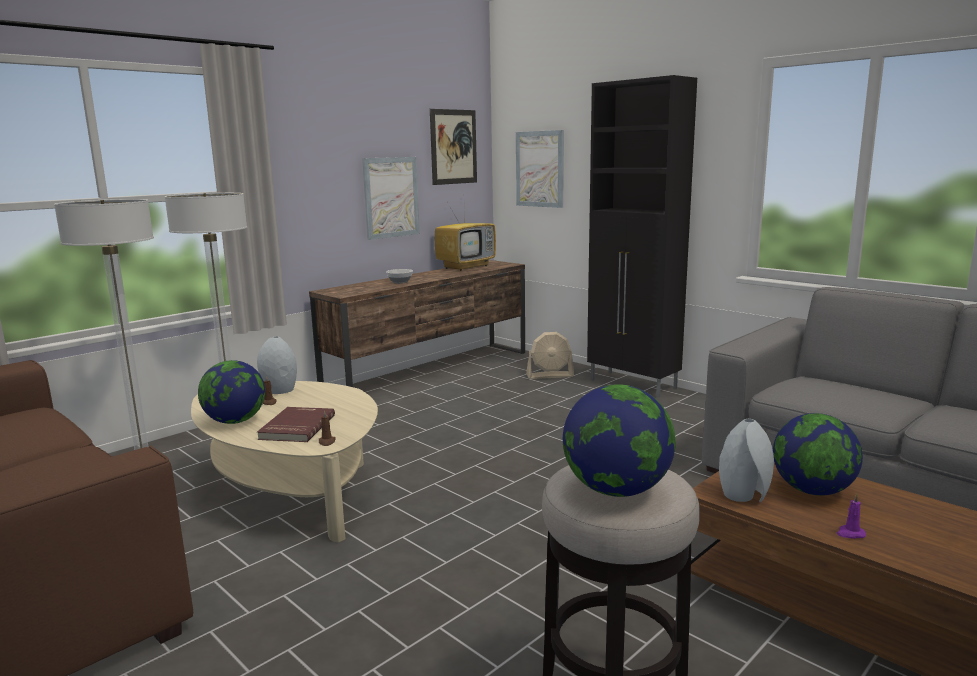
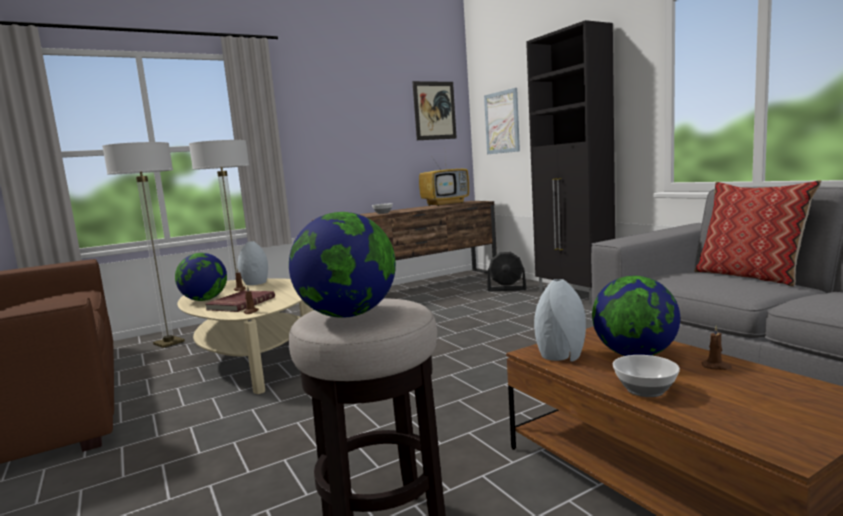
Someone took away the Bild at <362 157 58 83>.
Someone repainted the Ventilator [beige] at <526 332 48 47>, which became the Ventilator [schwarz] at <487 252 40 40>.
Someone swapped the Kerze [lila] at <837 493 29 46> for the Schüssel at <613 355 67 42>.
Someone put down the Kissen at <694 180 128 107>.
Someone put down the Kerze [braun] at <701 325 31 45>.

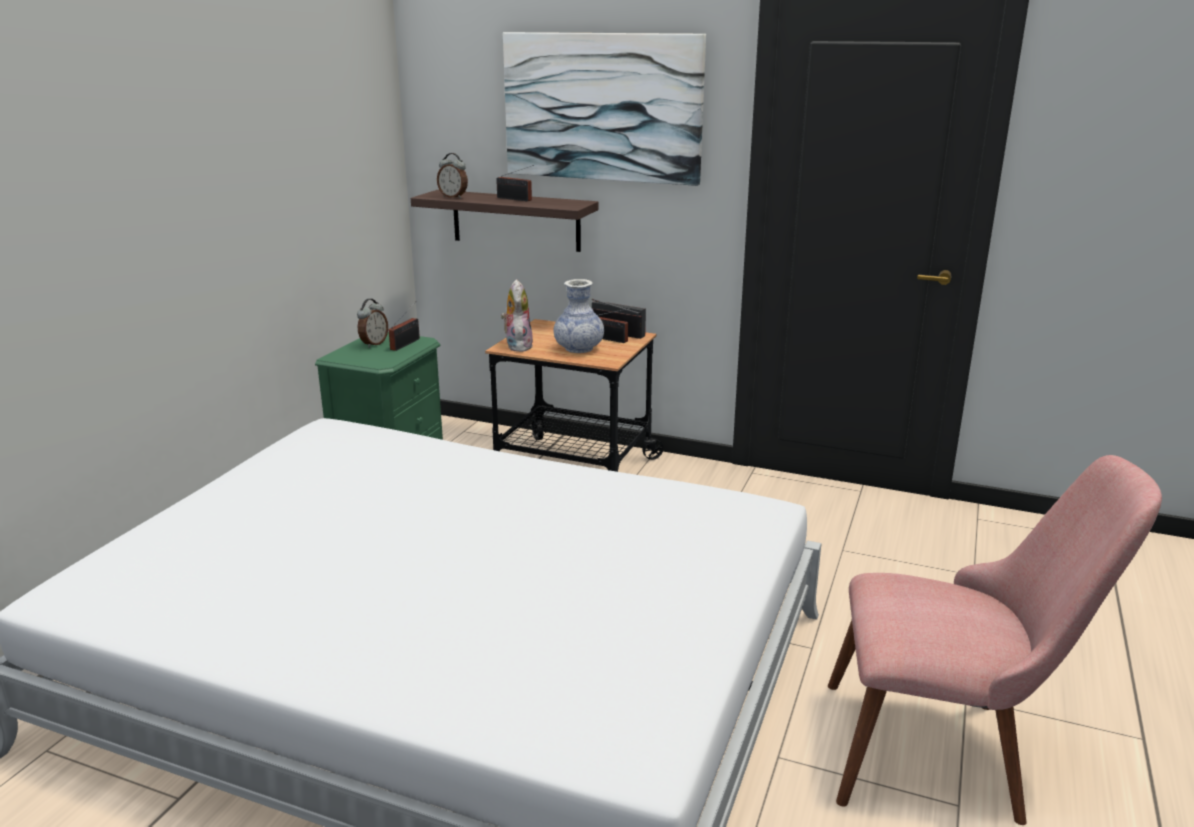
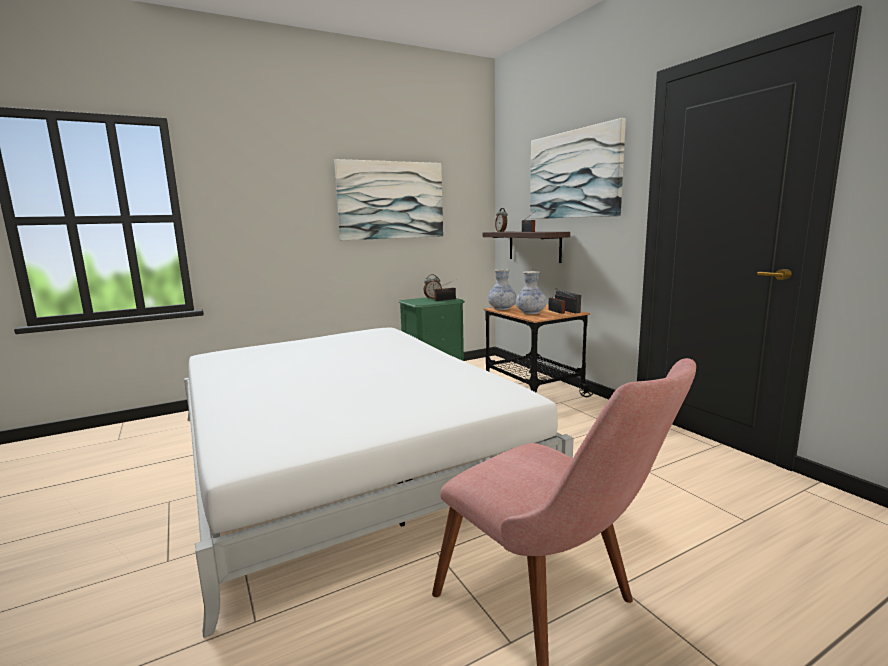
Someone swapped the Plüschtier at <501 279 32 73> for the Vase at <488 269 29 41>.
Someone put up the Bild at <334 159 109 81>.

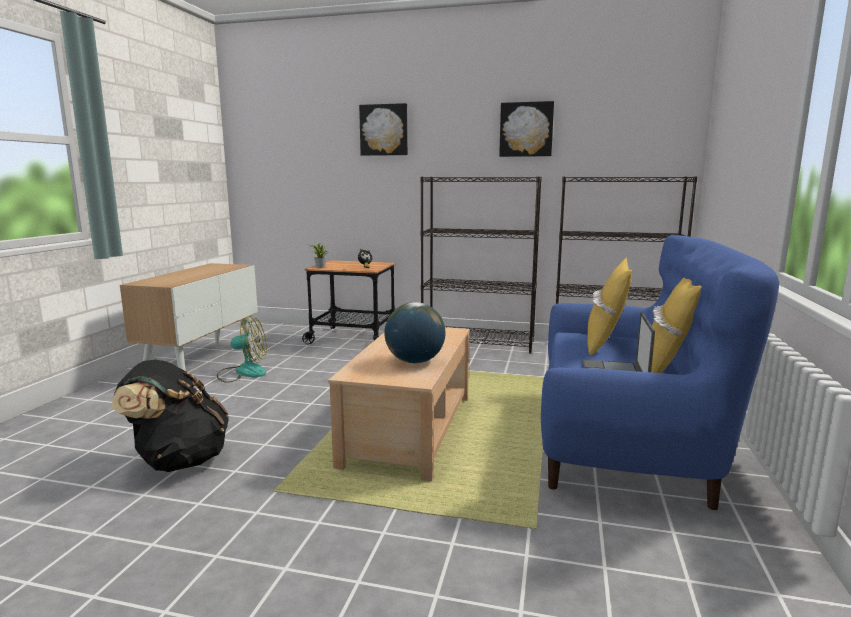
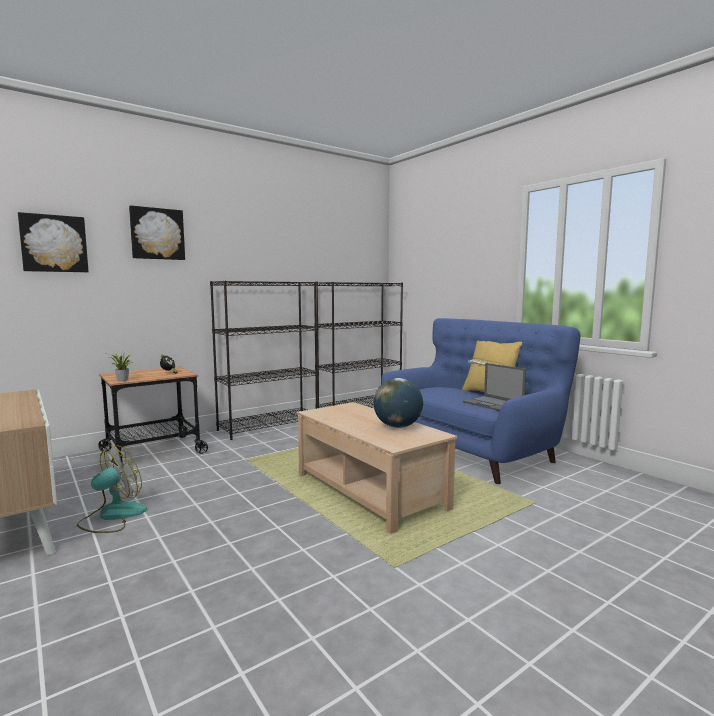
Someone took away the Rucksack [schwarz] at <112 360 117 112>.
Someone carried the Bild from <499 101 55 56> to <18 212 71 60>.
Someone took away the Kissen [gelb] at <587 258 45 98>.

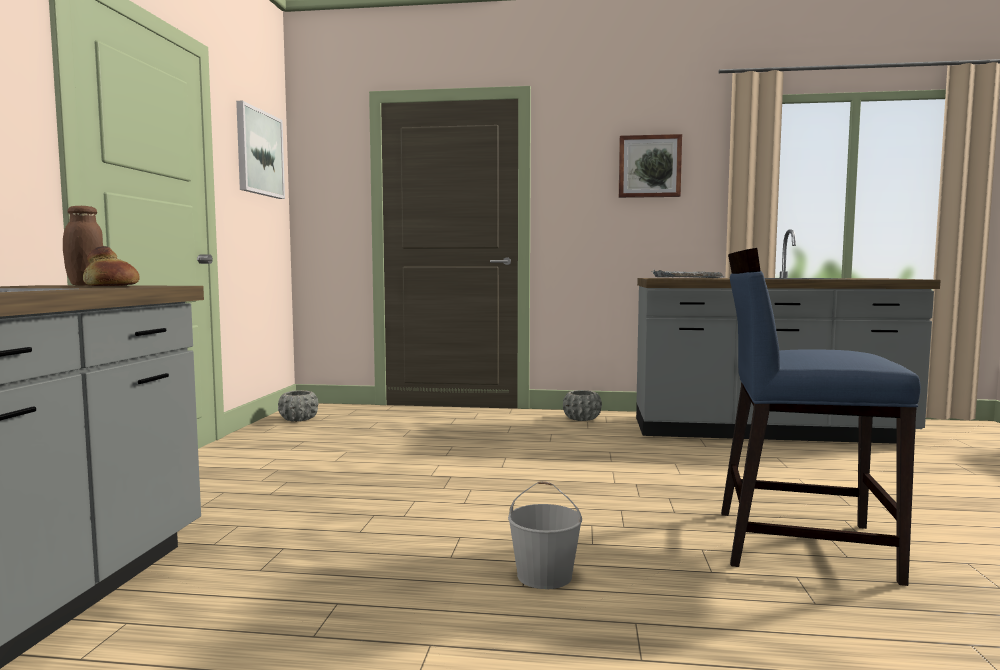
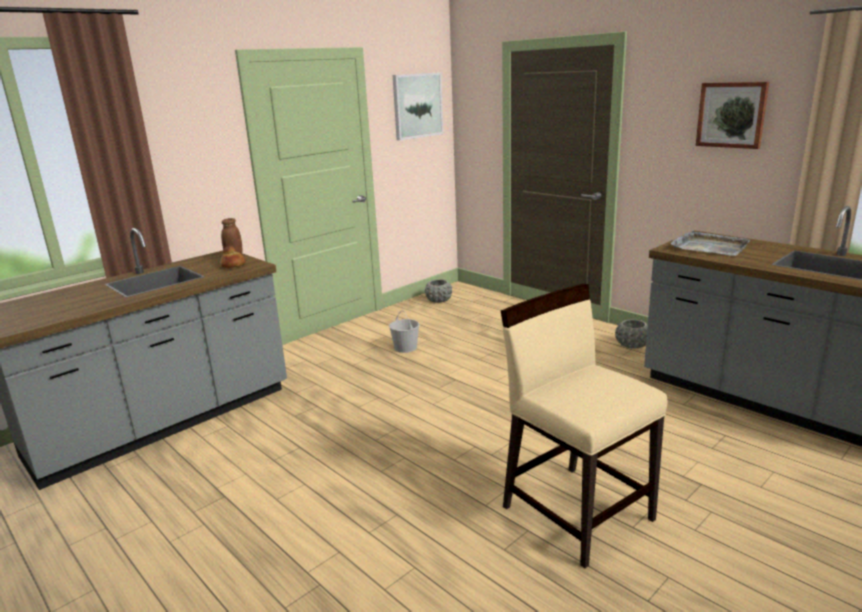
Someone carried the Eimer [weiß] from <508 481 74 108> to <389 310 31 43>.
Someone repainted the Stuhl [blau] at <721 248 200 338>, which became the Stuhl [beige] at <501 284 166 284>.

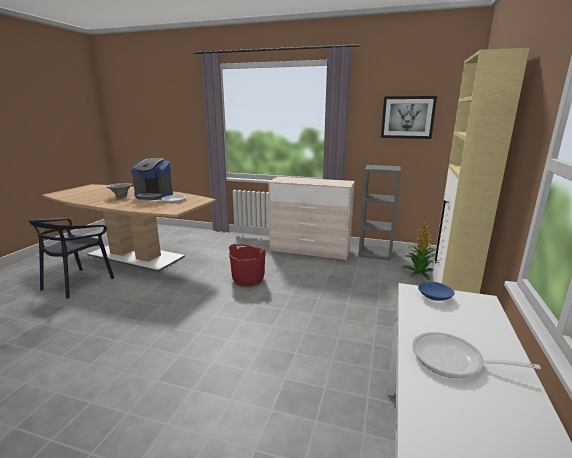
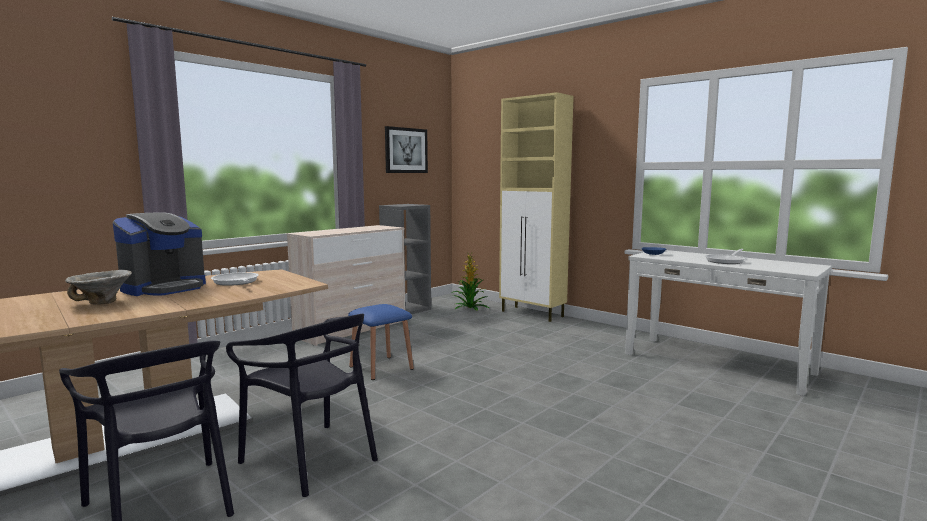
Someone swapped the Eimer [rot] at <229 243 37 43> for the Hocker [blau] at <348 304 66 76>.
Someone put down the Stuhl [schwarz] at <226 314 152 183>.

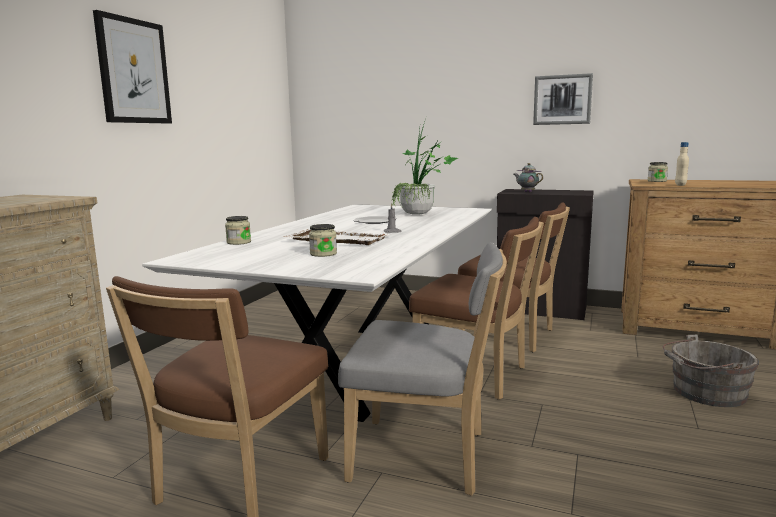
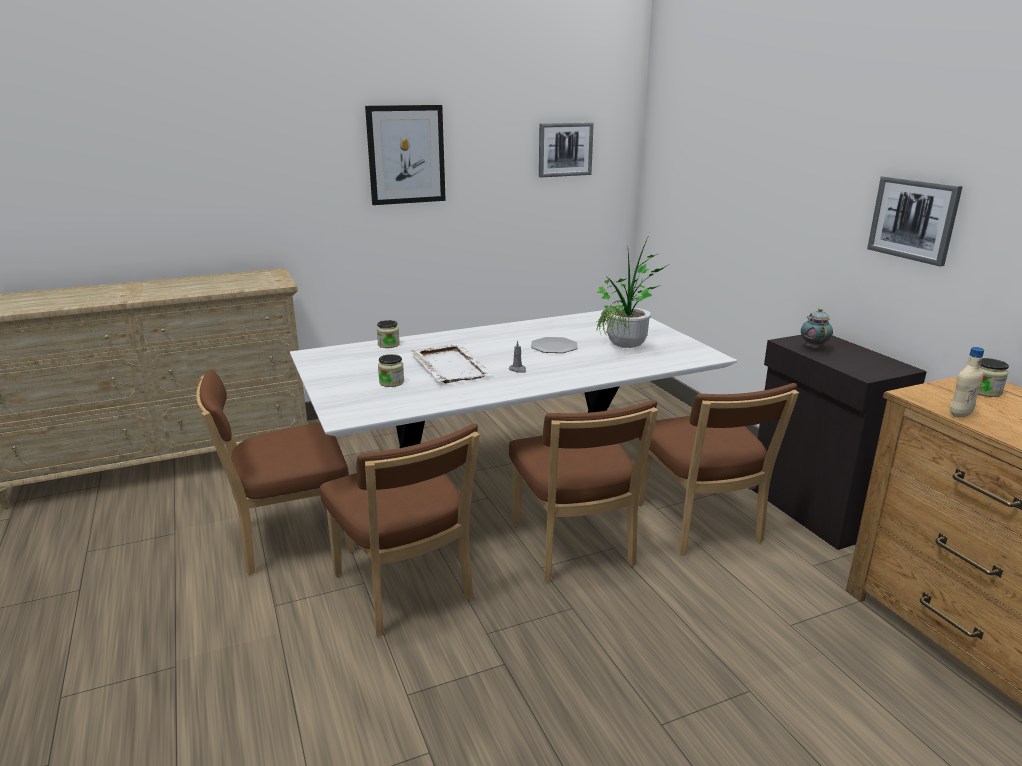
Someone repainted the Stuhl [grau] at <338 242 169 254>, which became the Stuhl [braun] at <320 424 160 212>.
Someone took away the Eimer [grau] at <663 335 96 72>.
Someone put up the Bild at <539 122 55 55>.

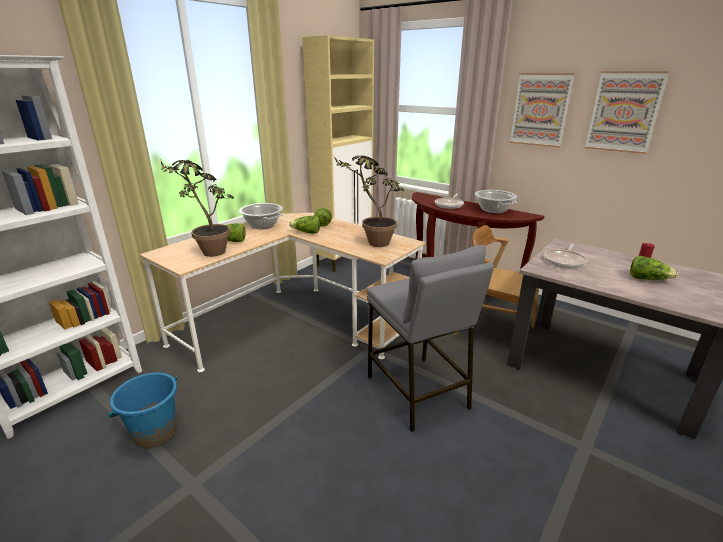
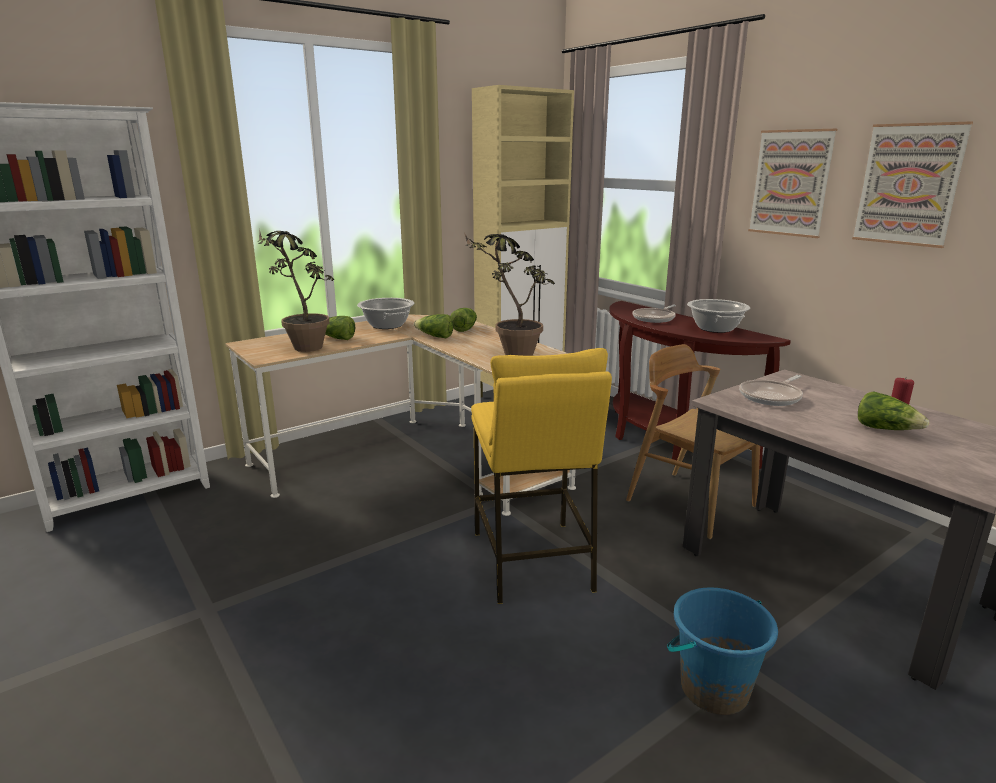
Someone carried the Eimer [blau] from <108 373 70 75> to <667 587 111 128>.
Someone repainted the Hocker [grau] at <367 245 127 187>, which became the Hocker [gelb] at <471 348 141 256>.

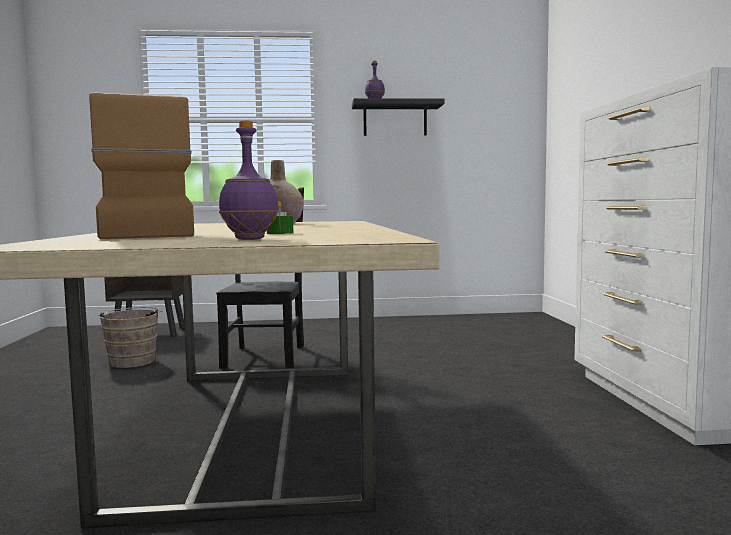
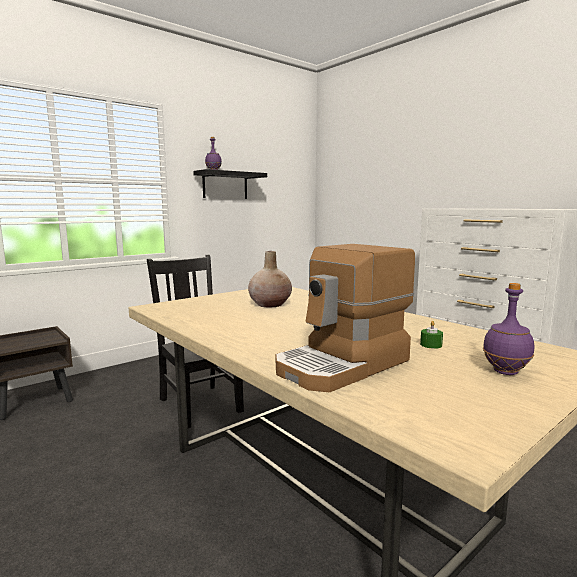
Someone rotated the Kaffeemaschine at <89 92 105 147> by 75 degrees counterclockwise.
Someone took away the Eimer [braun] at <99 307 63 61>.

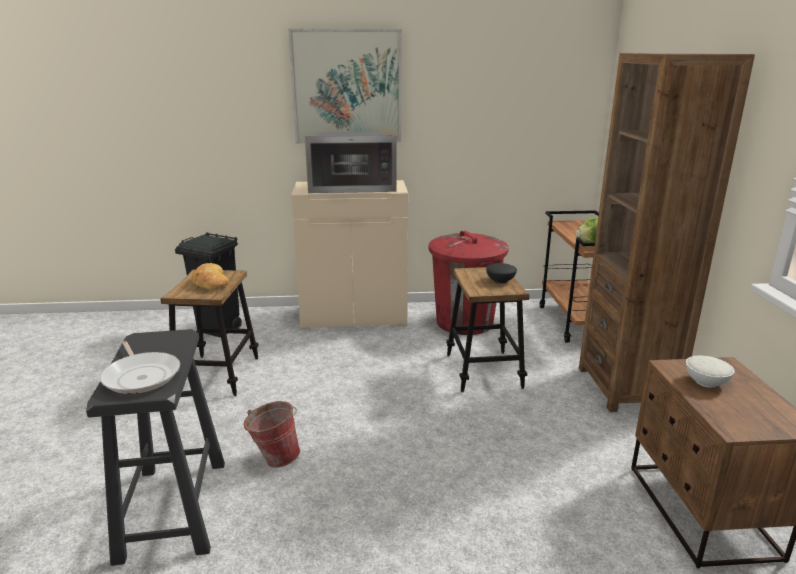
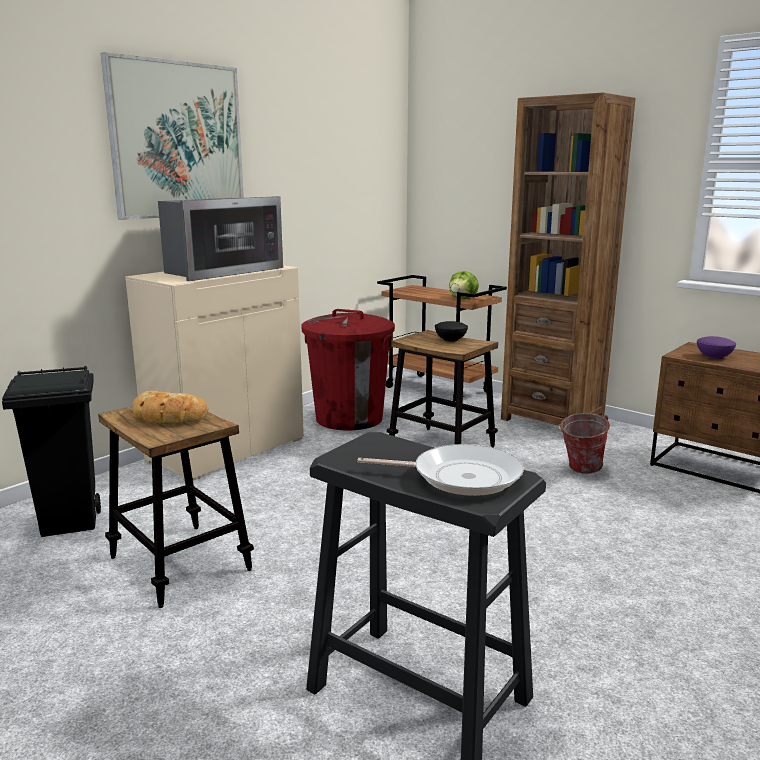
Someone carried the Eimer from <244 401 56 67> to <558 413 52 61>.
Someone repainted the Schüssel [weiß] at <686 356 49 32>, which became the Schüssel [lila] at <697 336 39 23>.

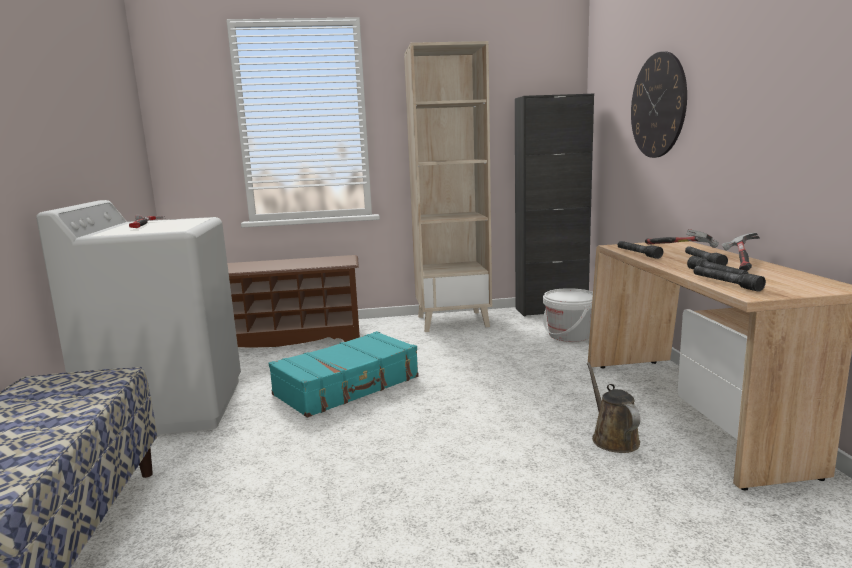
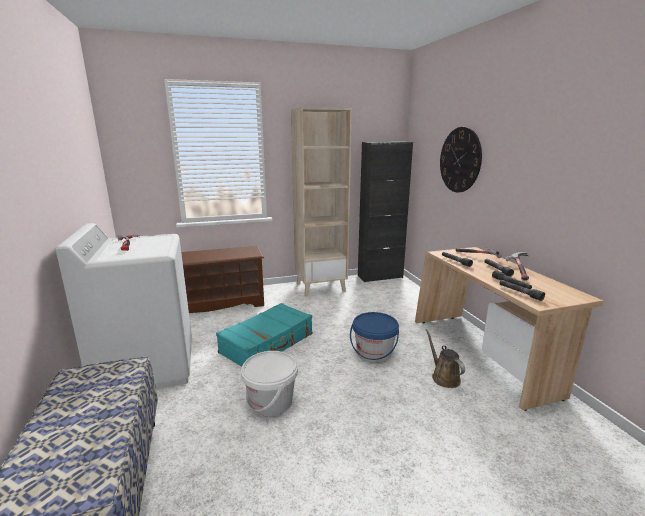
Someone carried the Eimer [weiß] from <543 288 50 54> to <241 351 57 65>.
Someone put down the Eimer [blau] at <350 312 49 51>.

